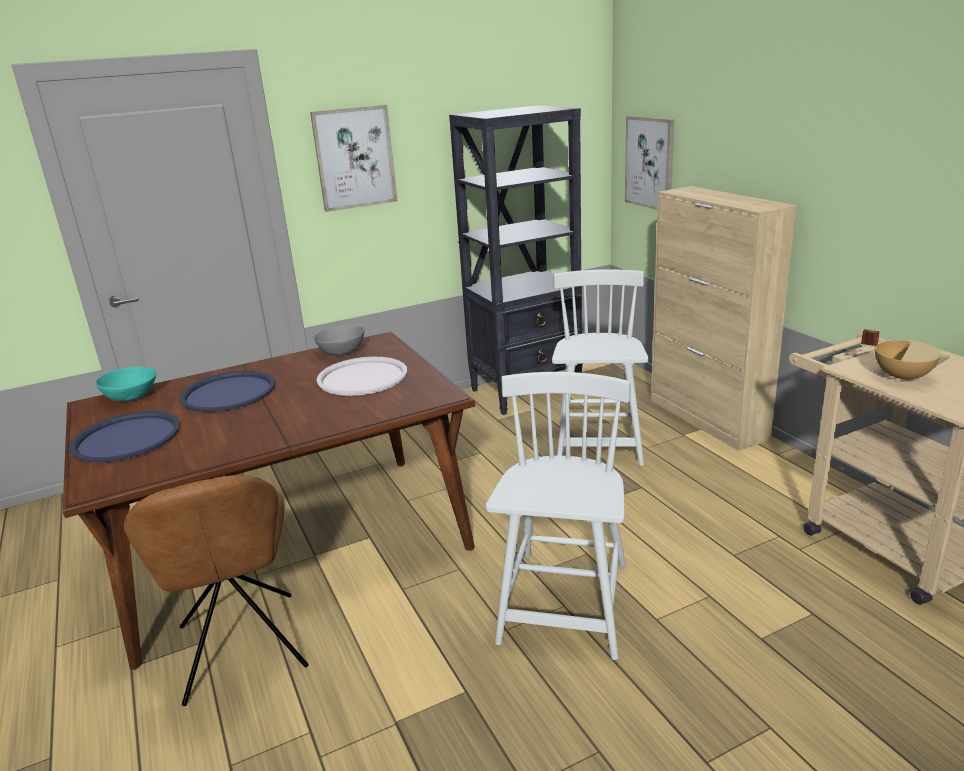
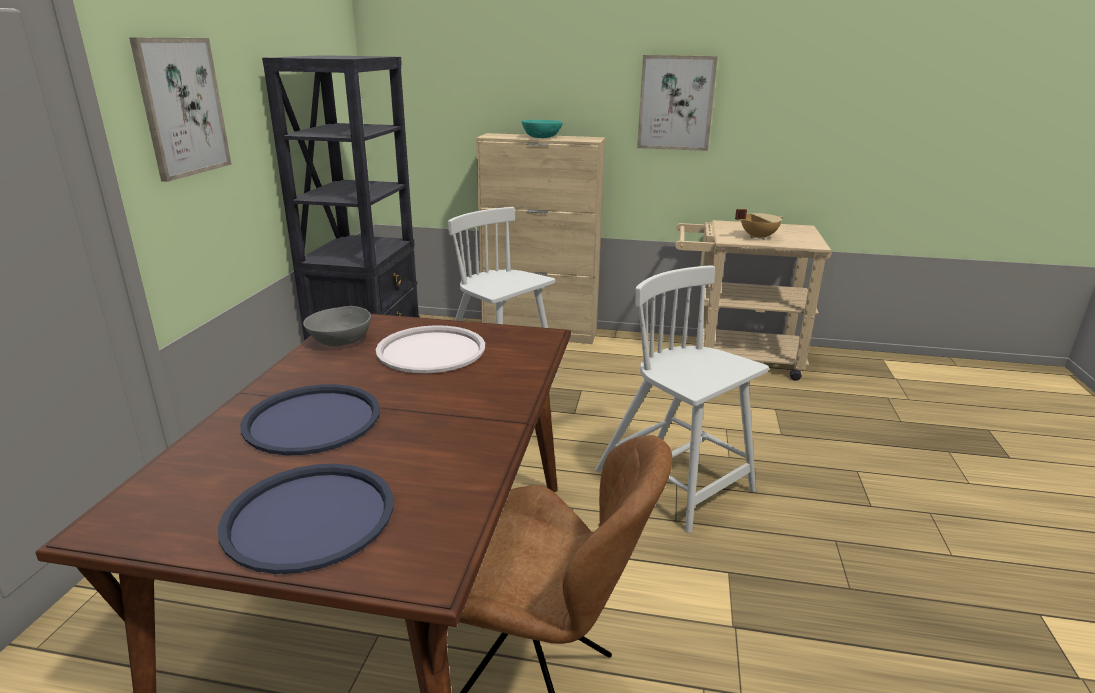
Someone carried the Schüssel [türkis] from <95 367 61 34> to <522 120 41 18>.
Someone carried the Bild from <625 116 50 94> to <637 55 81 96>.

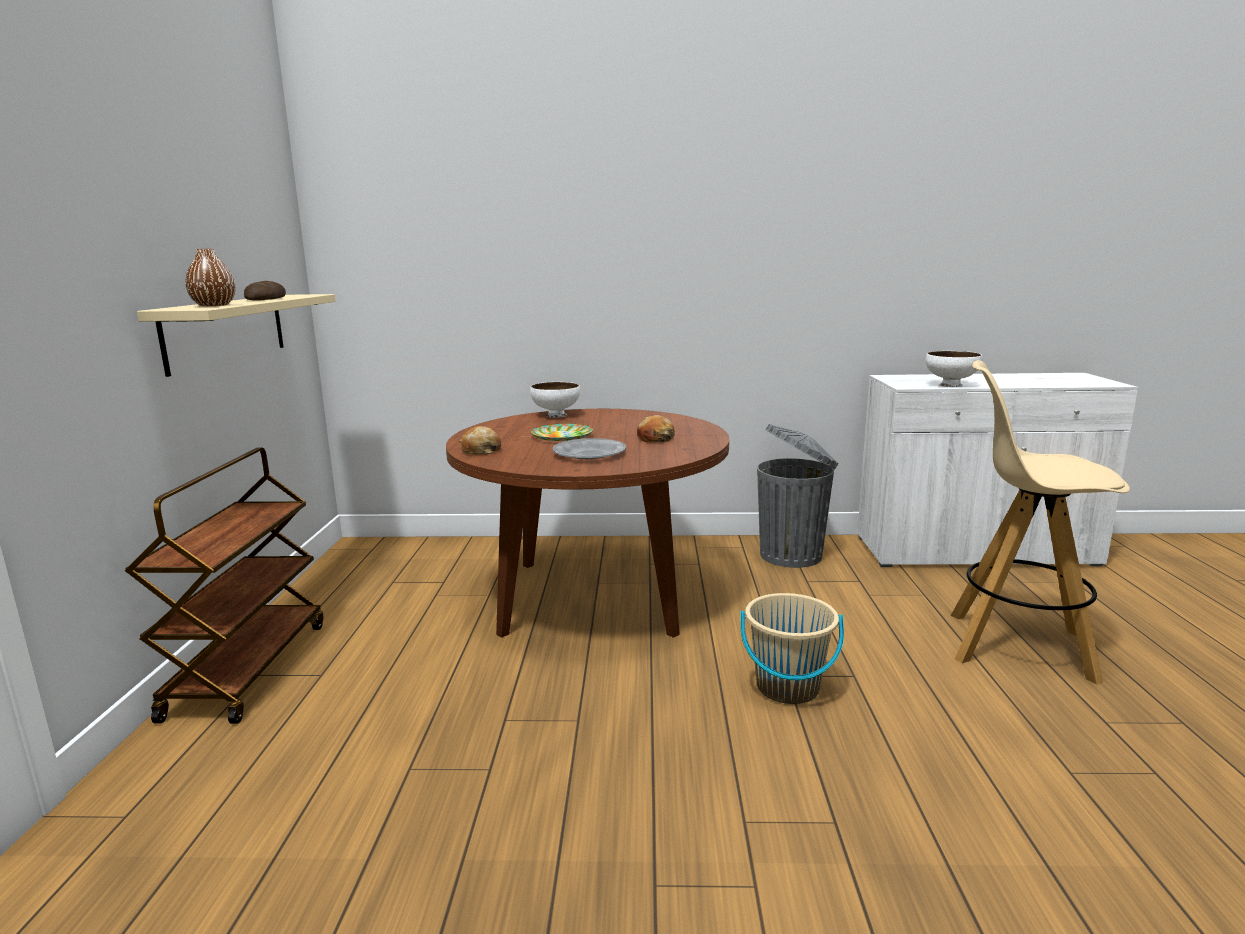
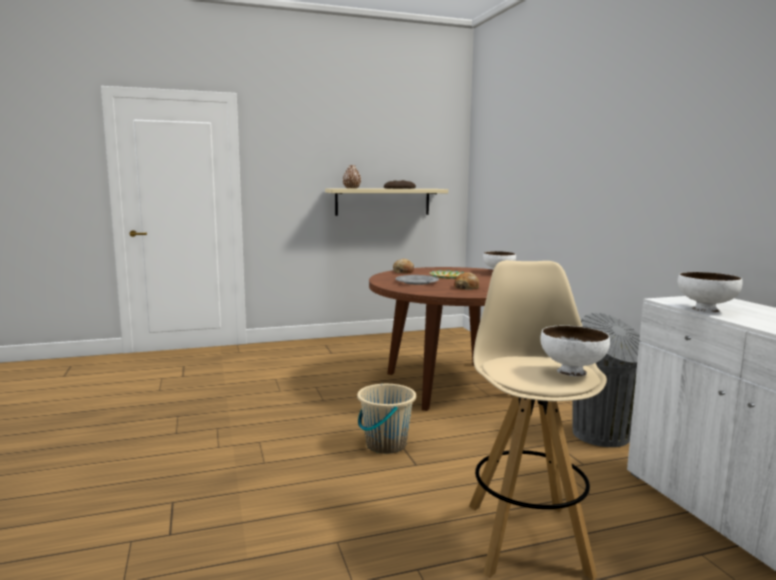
Someone took away the Rollwagen [braun] at <124 448 199 276>.
Someone put down the Schüssel [weiß] at <540 325 70 51>.

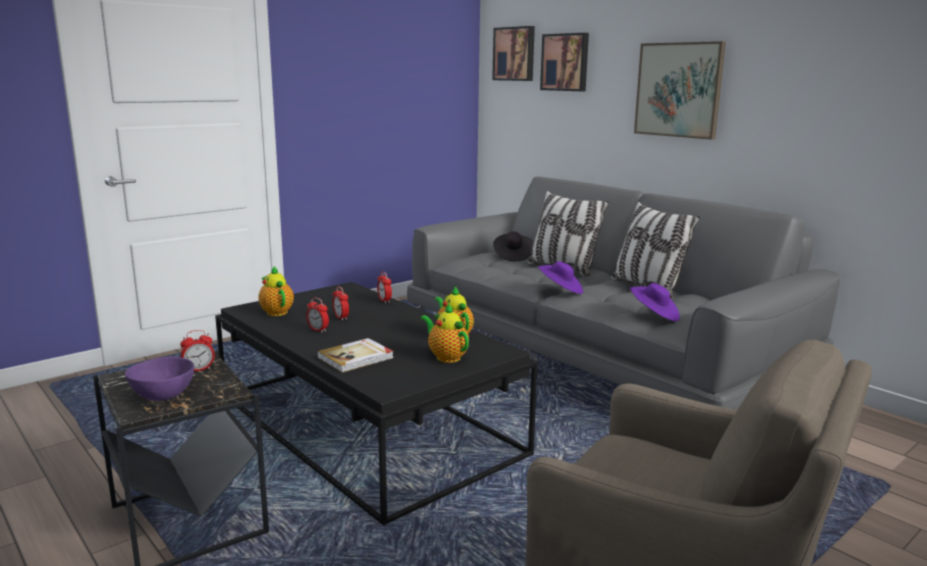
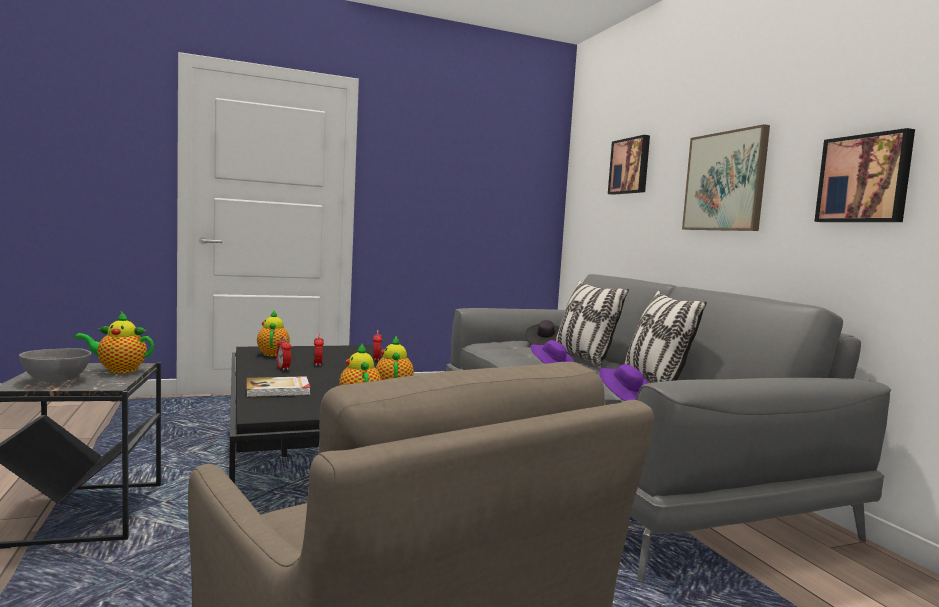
Someone repainted the Schüssel [lila] at <125 356 69 45>, which became the Schüssel [grau] at <19 348 72 34>.
Someone swapped the Wecker at <180 330 35 41> for the Teekanne at <75 312 79 61>.
Someone carried the Bild from <492 26 43 55> to <814 128 101 94>.

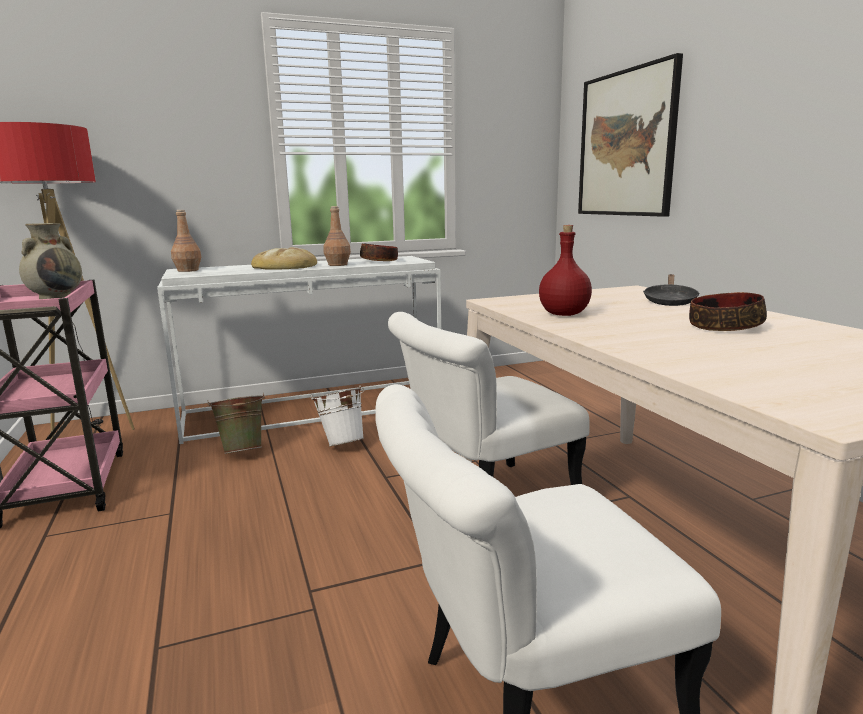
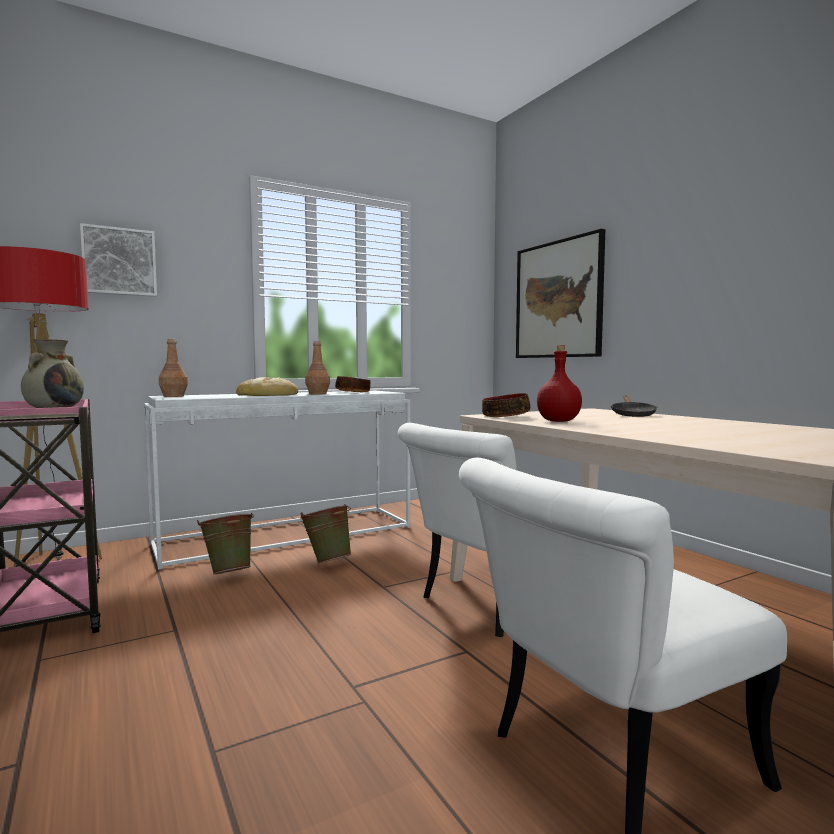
Someone repainted the Eimer [weiß] at <311 386 53 60>, which became the Eimer [grün] at <300 504 52 60>.
Someone carried the Schüssel from <689 292 78 39> to <482 393 48 24>.
Someone put up the Bild at <80 223 77 74>.

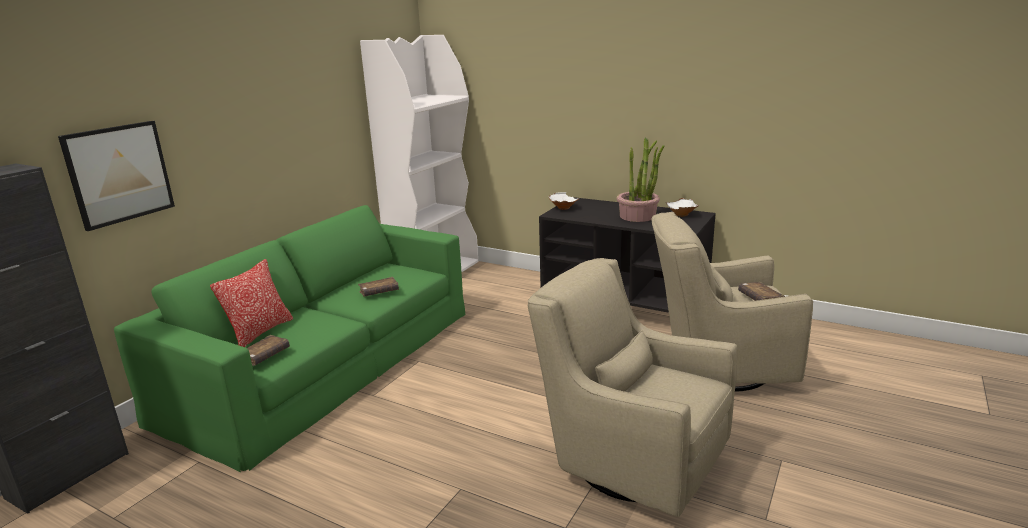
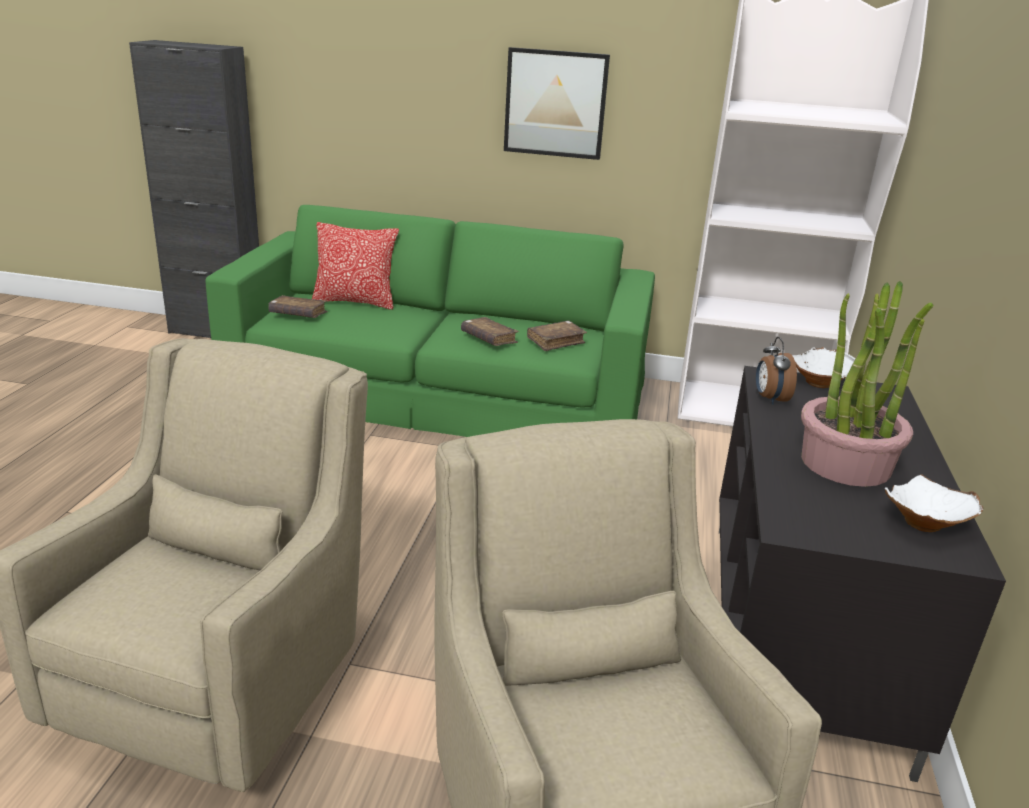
Someone carried the Bild from <58 121 117 110> to <504 47 106 113>.
Someone carried the Buch [braun] from <738 282 47 19> to <527 321 60 30>.
Someone put down the Wecker at <756 337 41 68>.

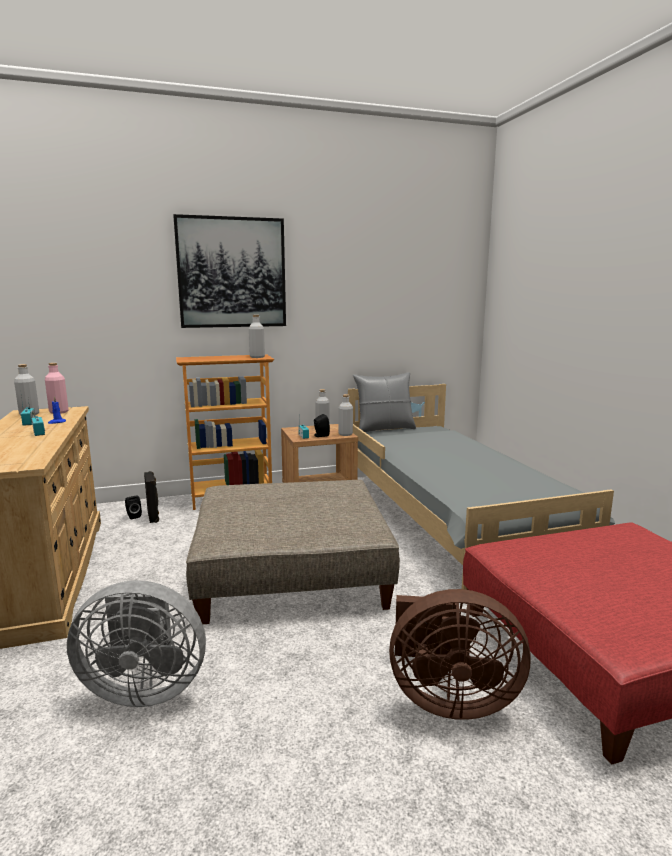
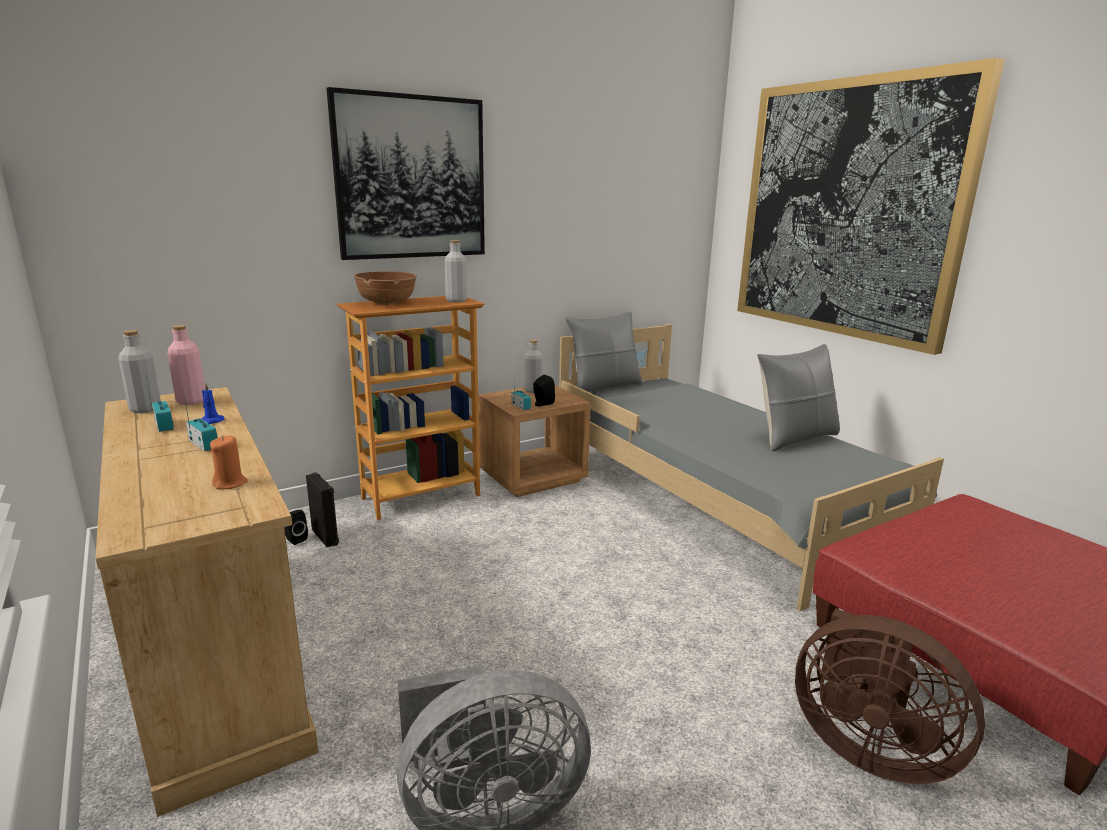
Someone took away the Polsterhocker [beige] at <186 480 214 144>.
Someone took away the Flasche [grau] at <338 394 15 42>.
Someone rotated the Ventilator [braun] at <389 589 141 131> by 45 degrees clockwise.
Someone put down the Kerze [orange] at <210 435 38 55>.
Someone put down the Schüssel [braun] at <354 271 63 34>.
Someone put up the Bild at <737 58 268 297>.
Someone put down the Kissen [grau] at <757 344 83 107>.

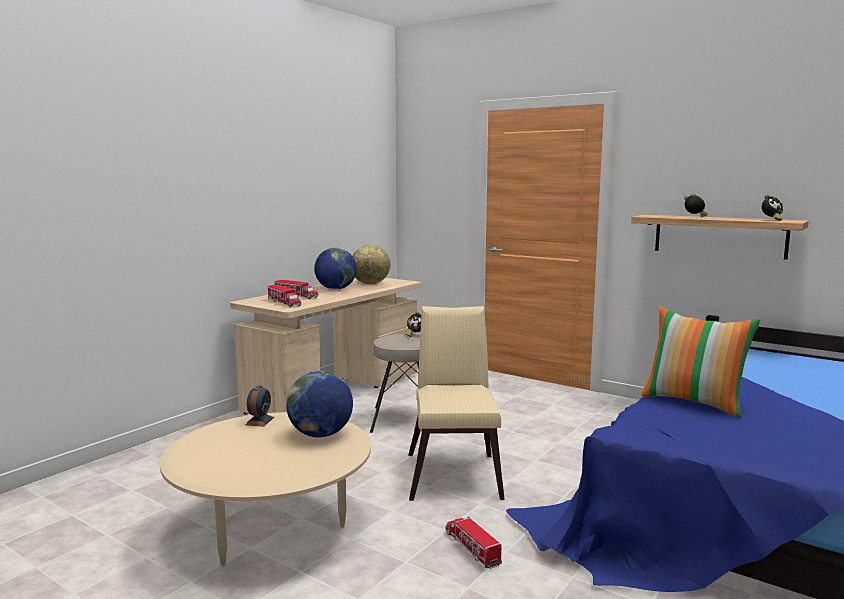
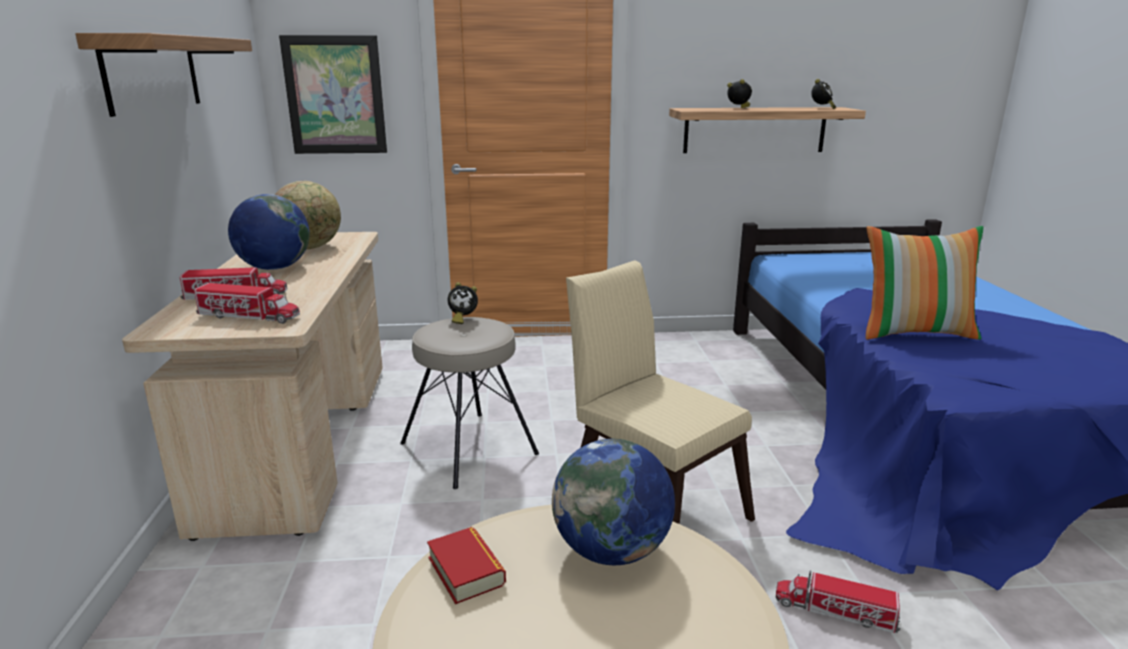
Someone swapped the Wecker at <245 386 29 41> for the Buch at <427 527 79 77>.
Someone put up the Wandregal at <75 33 177 84>.
Someone put up the Bild at <279 35 108 119>.

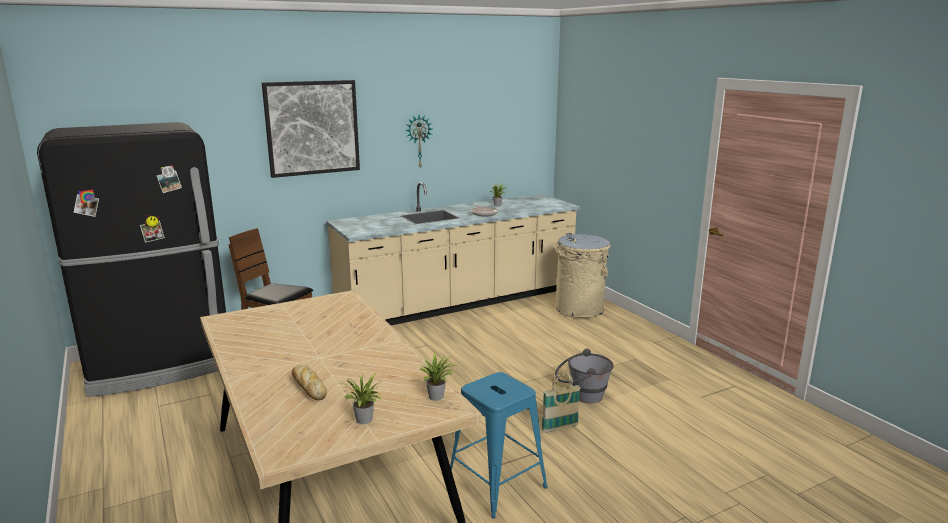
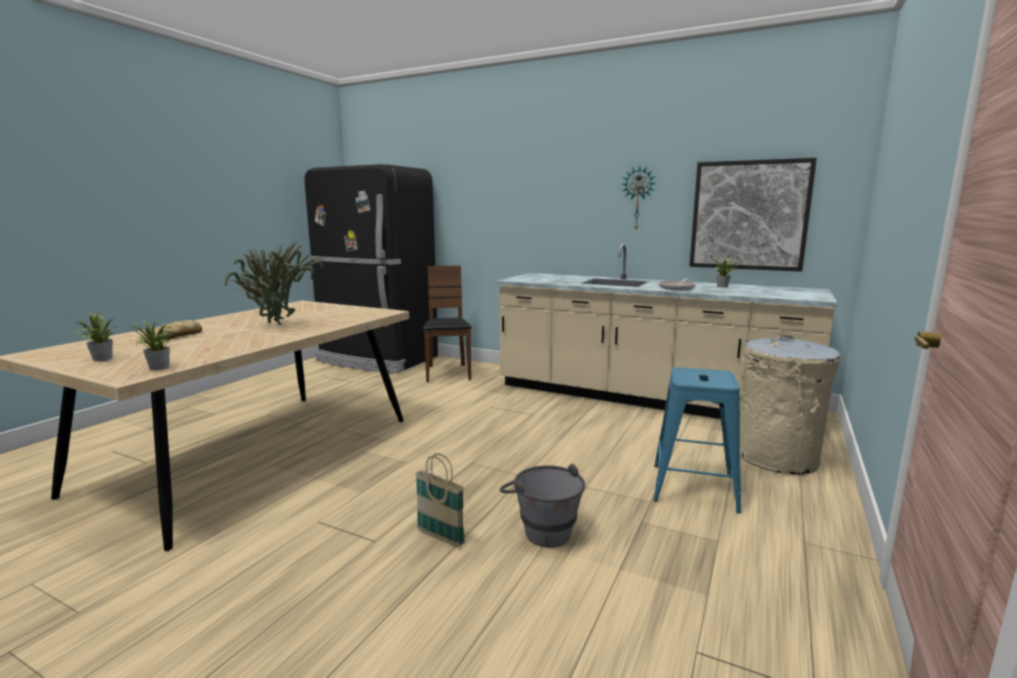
Someone carried the Bild from <262 80 98 98> to <689 158 128 114>.
Someone carried the Hocker [blau] from <450 372 97 147> to <653 367 88 146>.
Someone put down the Topfpflanze at <225 240 98 85>.

